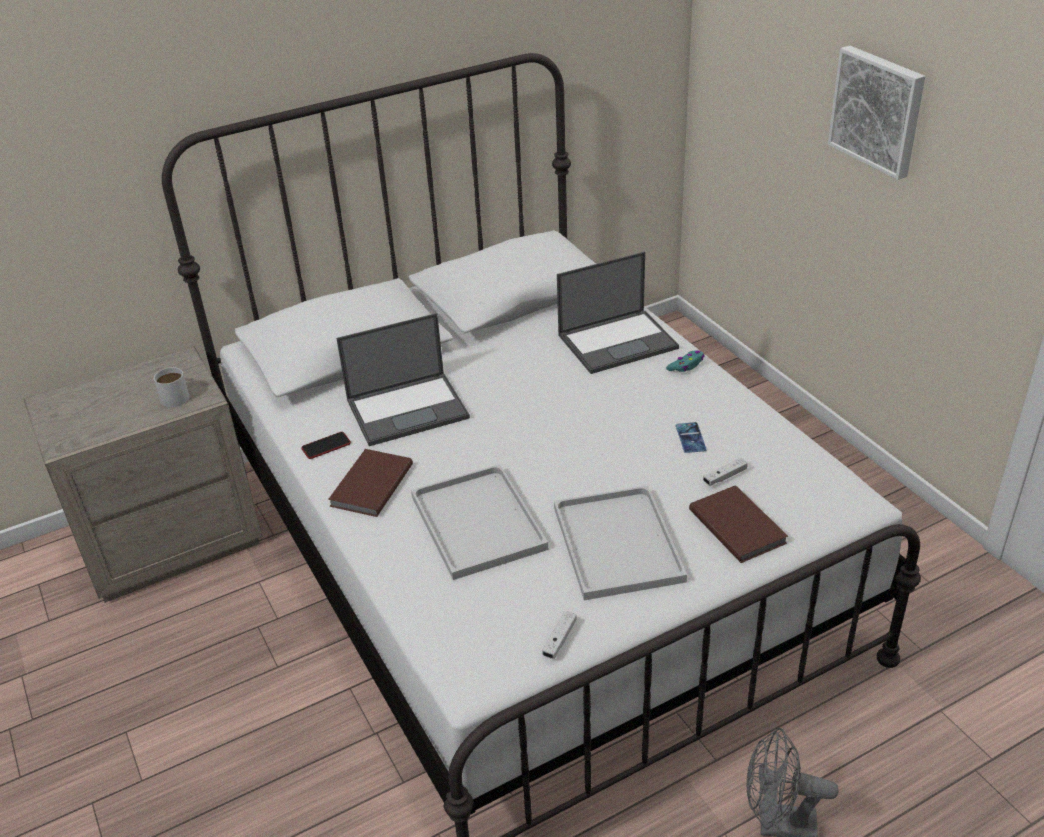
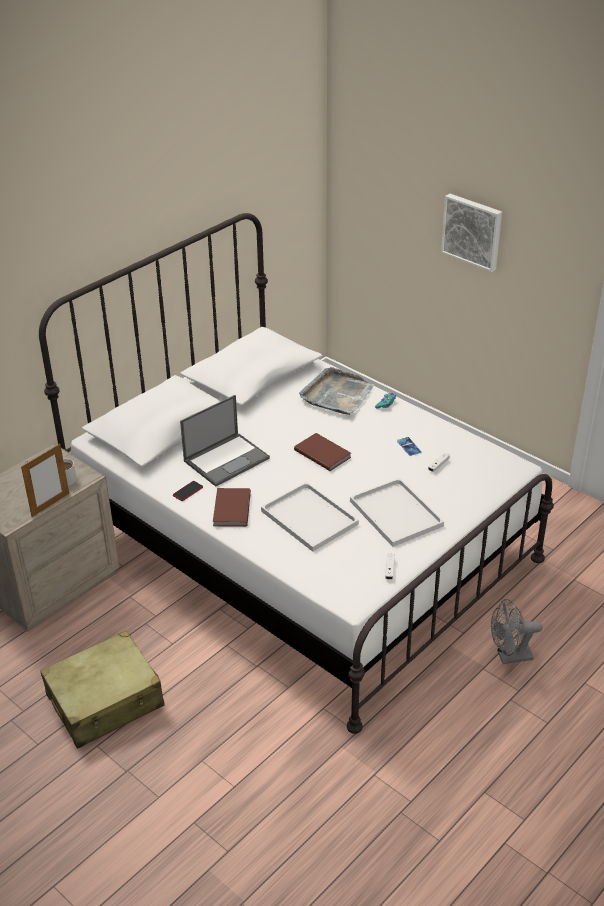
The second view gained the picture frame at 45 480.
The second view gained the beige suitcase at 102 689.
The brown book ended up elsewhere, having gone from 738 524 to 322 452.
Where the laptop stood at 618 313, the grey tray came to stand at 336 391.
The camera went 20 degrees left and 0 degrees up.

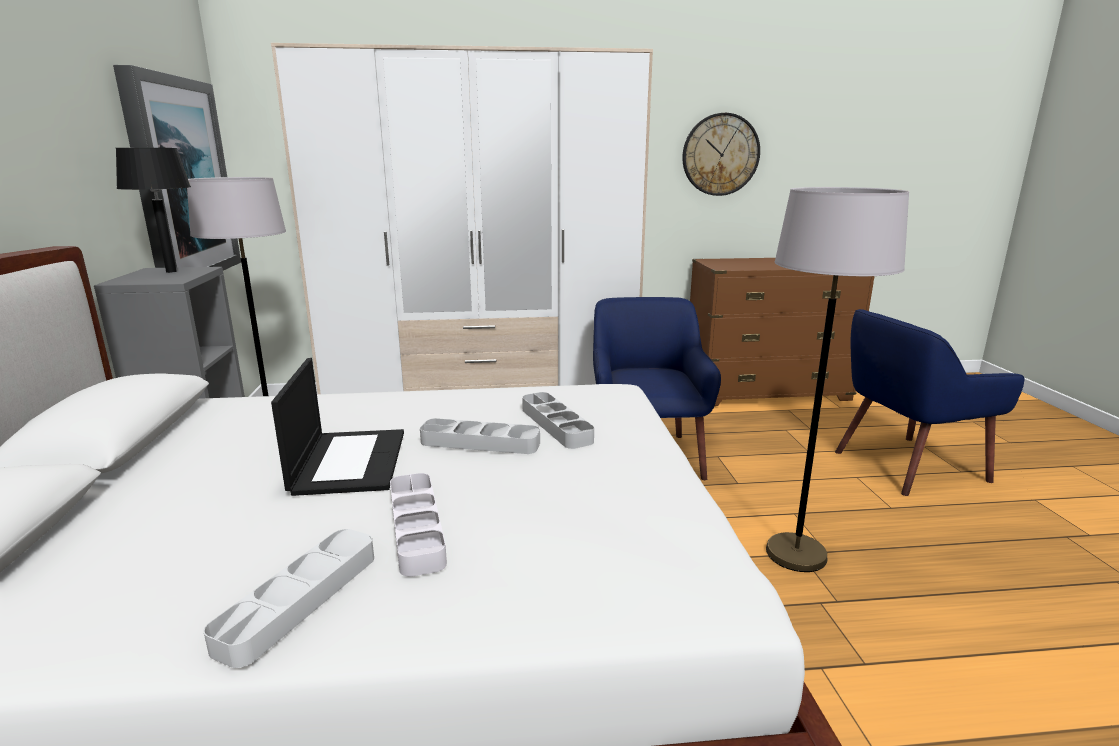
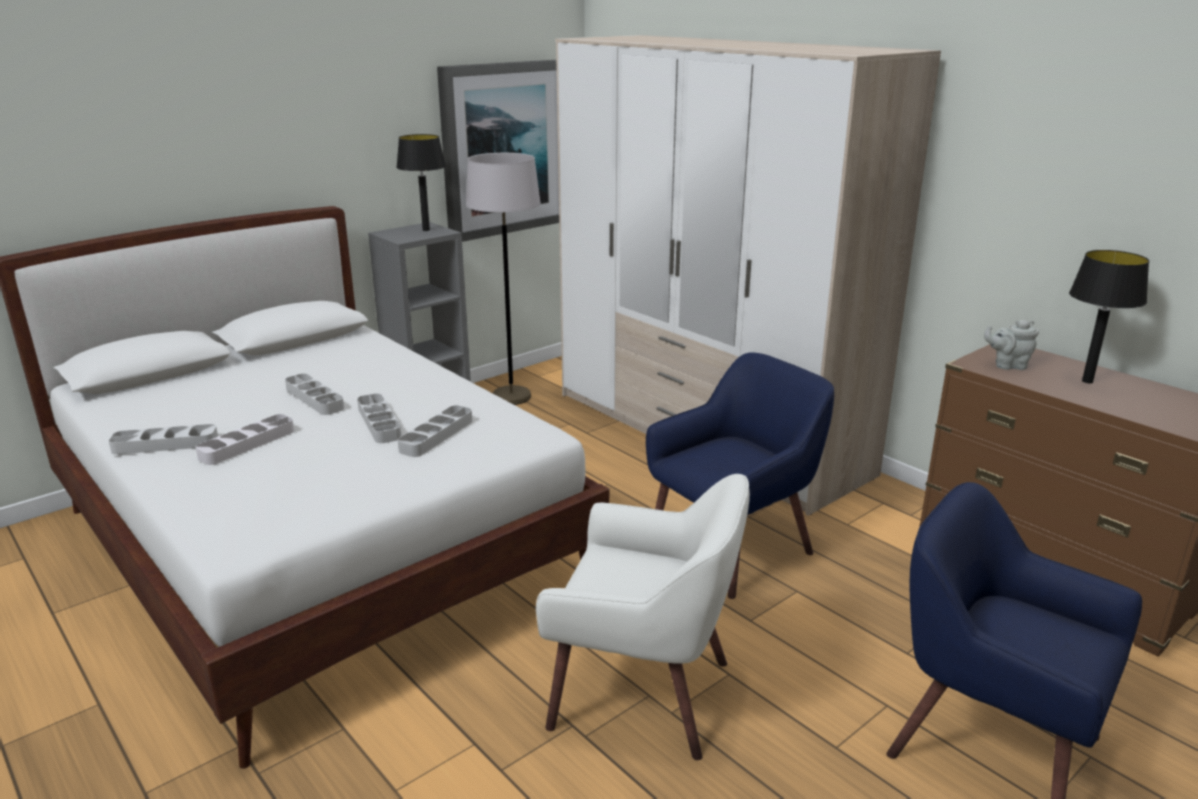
Where the laptop stood at 337 427, the grey tray came to stand at 314 394.
Where the grey floor lamp stood at 837 379, the white armchair came to stand at 643 617.
The second view gained the grey teapot at 1011 345.
The second view gained the black table lamp at 1109 316.
The second view lost the wall clock at 721 154.
The camera went 55 degrees right and 5 degrees up.

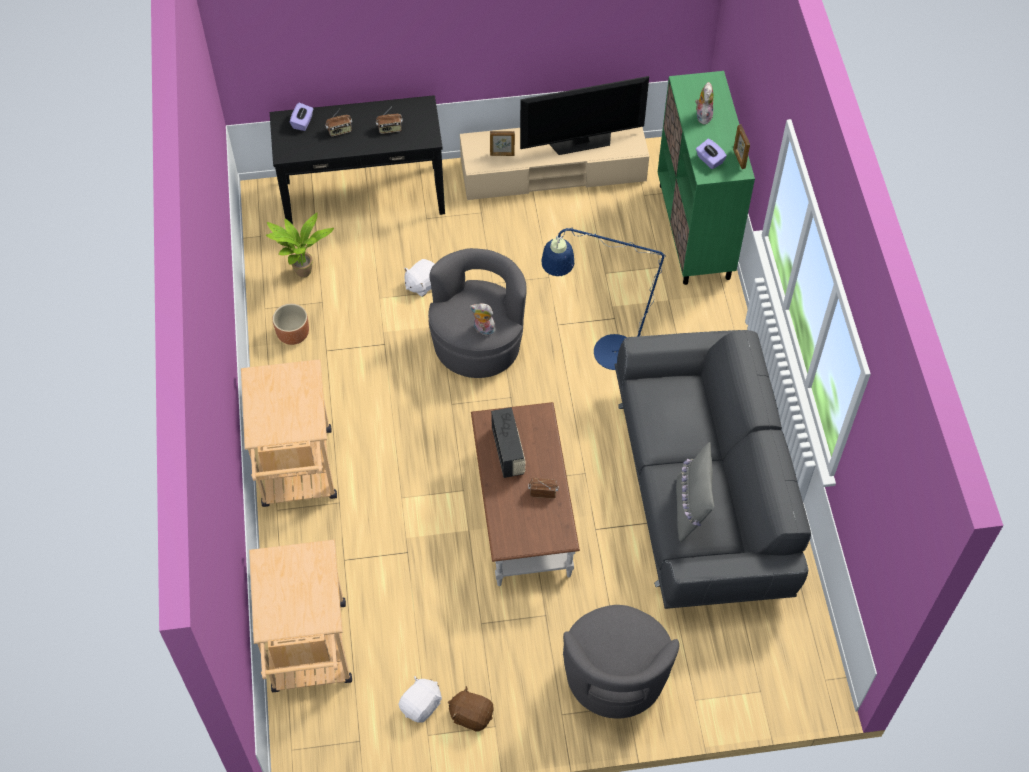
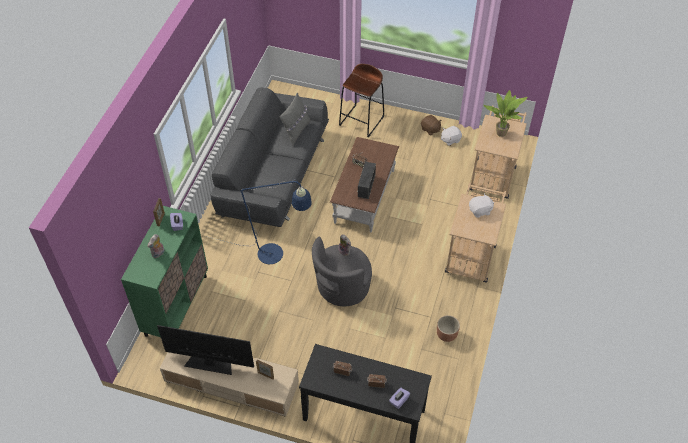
Where the grey armchair stood at 621 662, the brown stool came to stand at 361 101.
The white plush toy ended up elsewhere, having gone from 419 278 to 481 205.
The potted plant ended up elsewhere, having gone from 300 245 to 505 113.
The camera went 155 degrees left and 5 degrees down.

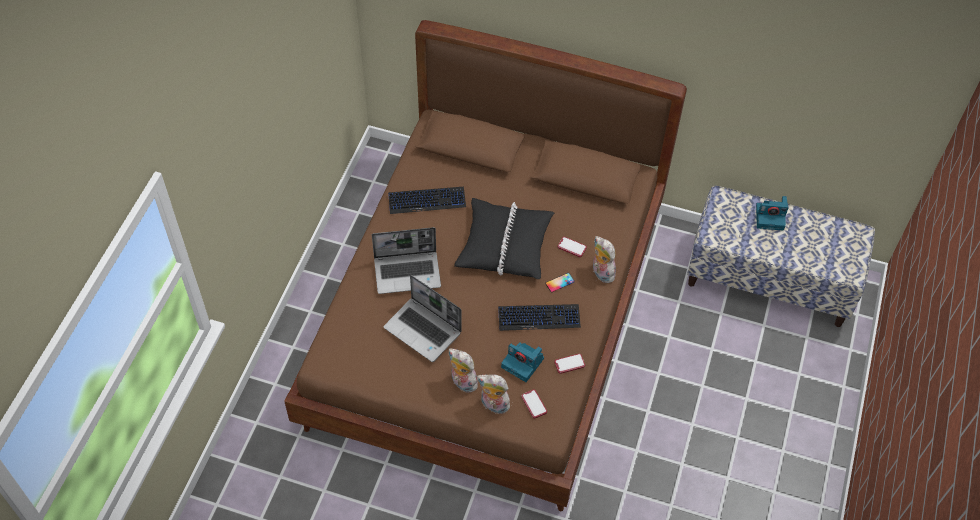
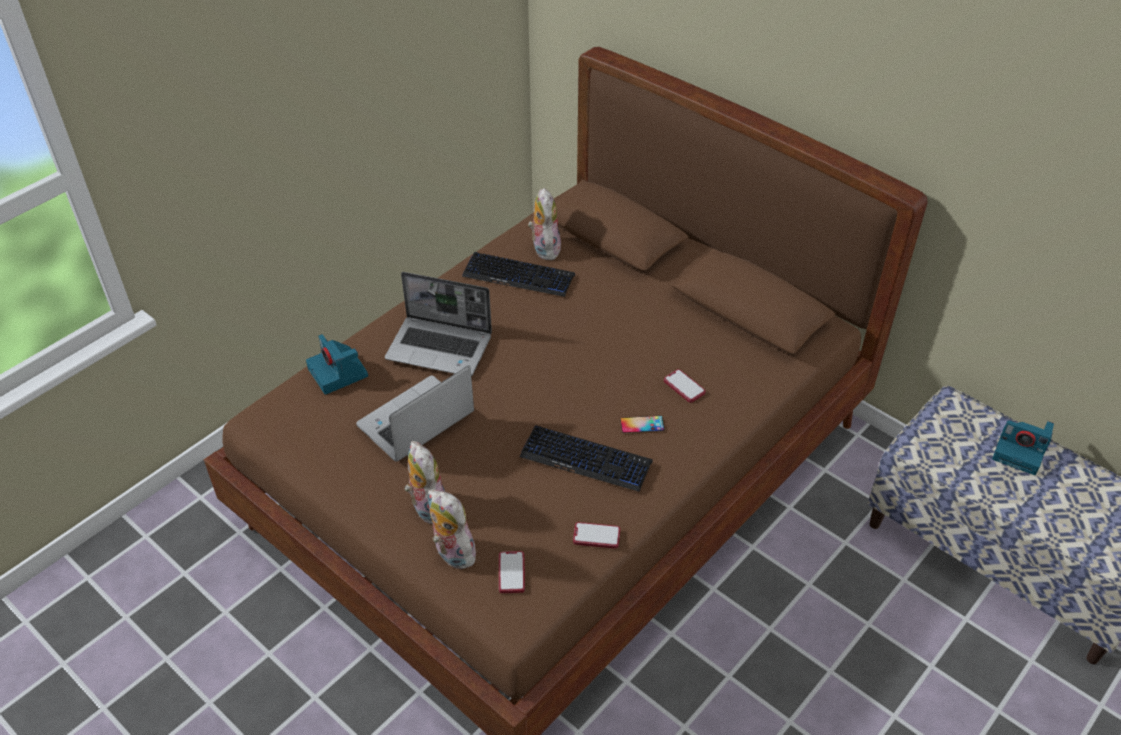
The photo camera ended up elsewhere, having gone from 522 362 to 337 364.
The laptop at 423 318 ended up facing another way, 75 degrees clockwise from before.
The plush toy ended up elsewhere, having gone from 604 259 to 544 224.
The second view lost the black pillow at 504 238.
The camera went 25 degrees right and 10 degrees down.

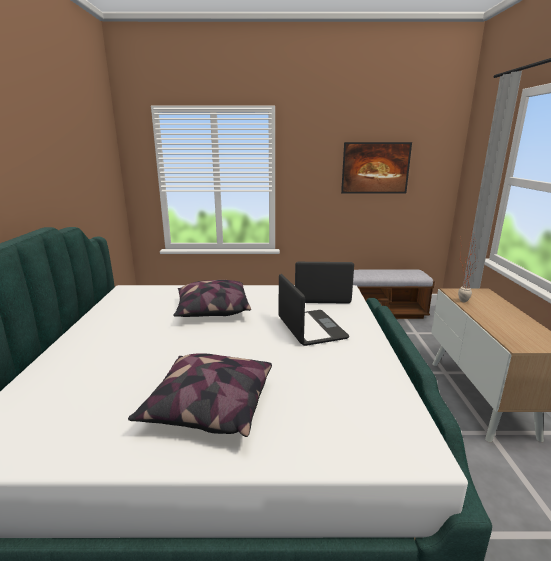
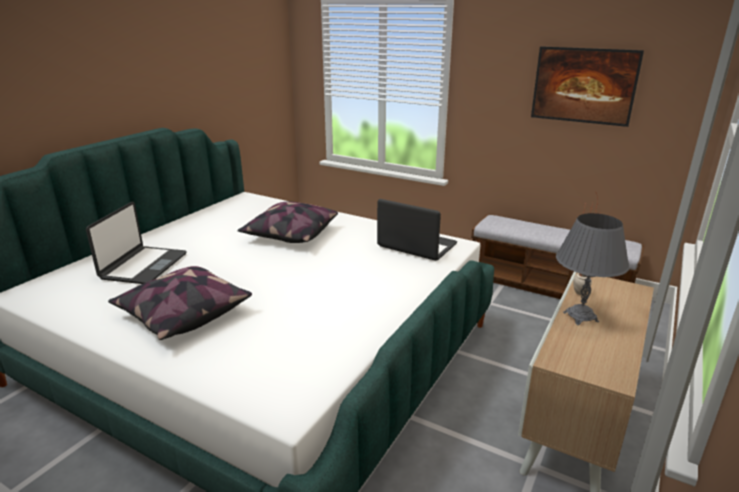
The laptop ended up elsewhere, having gone from 313 310 to 136 243.
The second view gained the grey table lamp at 592 269.
The camera went 30 degrees right and 5 degrees up.

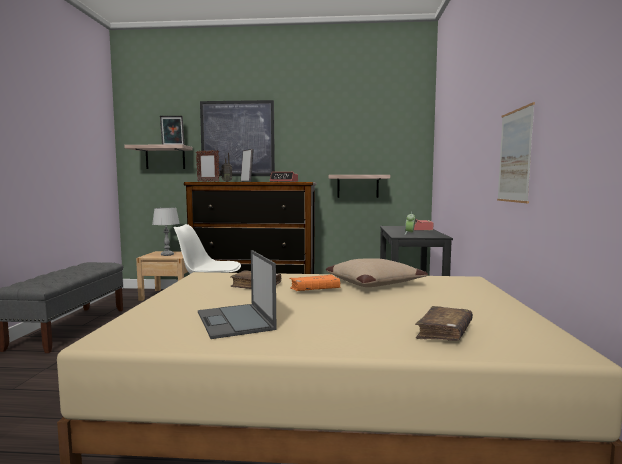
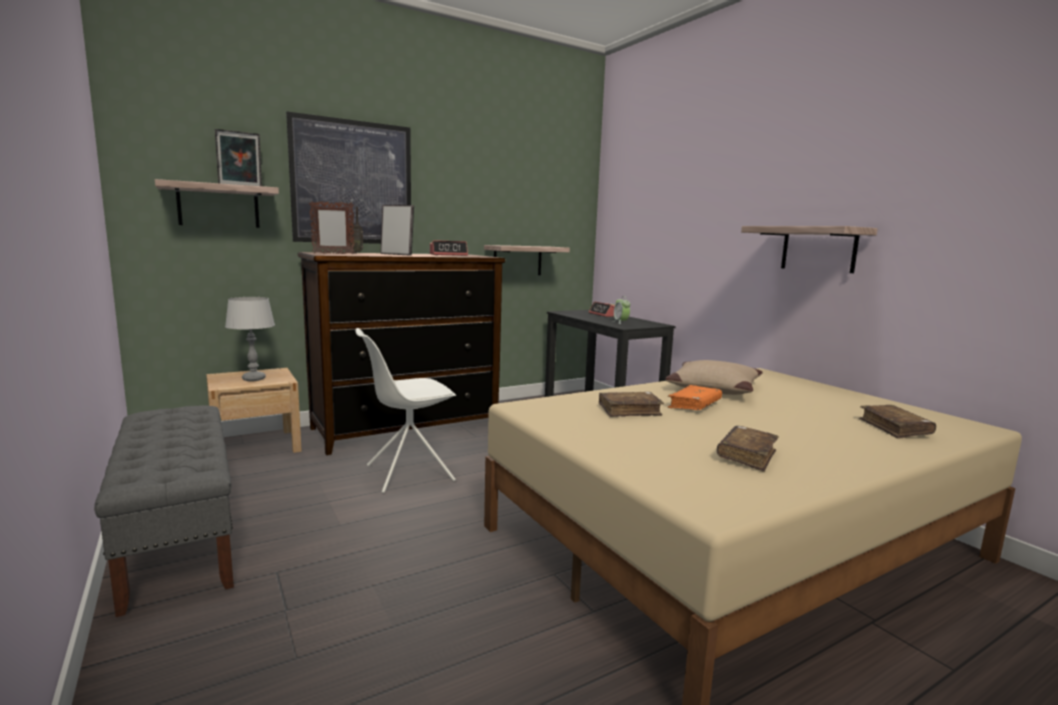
Where the laptop stood at 237 294, the brown book came to stand at 748 449.
Where the picture hung at 516 152, the shelf came to hang at 809 249.
The camera went 35 degrees left and 5 degrees up.

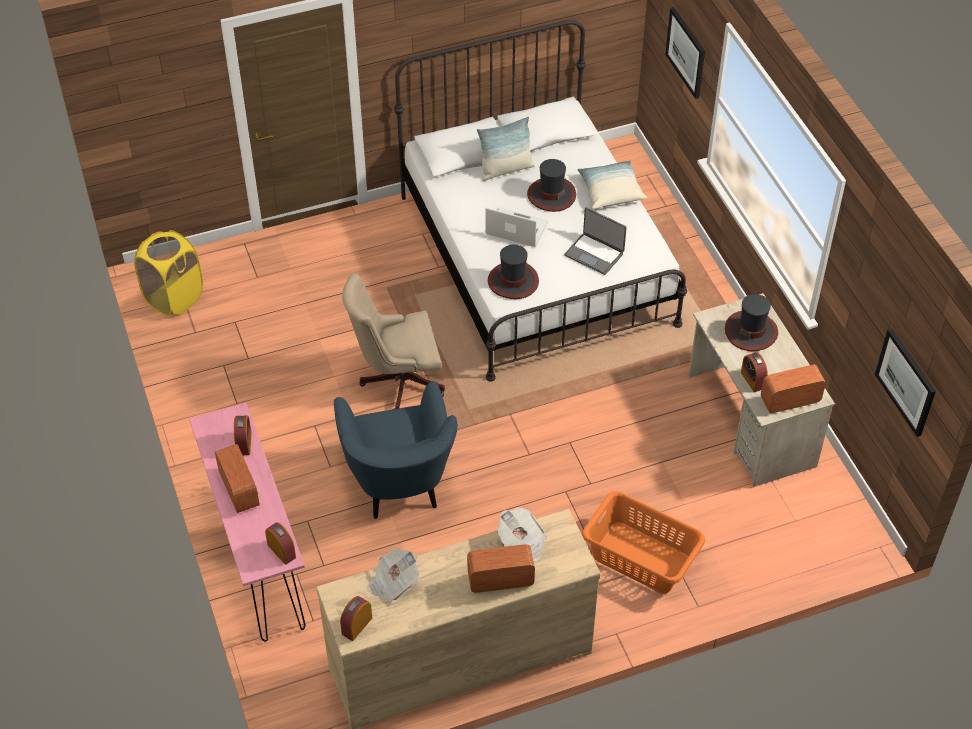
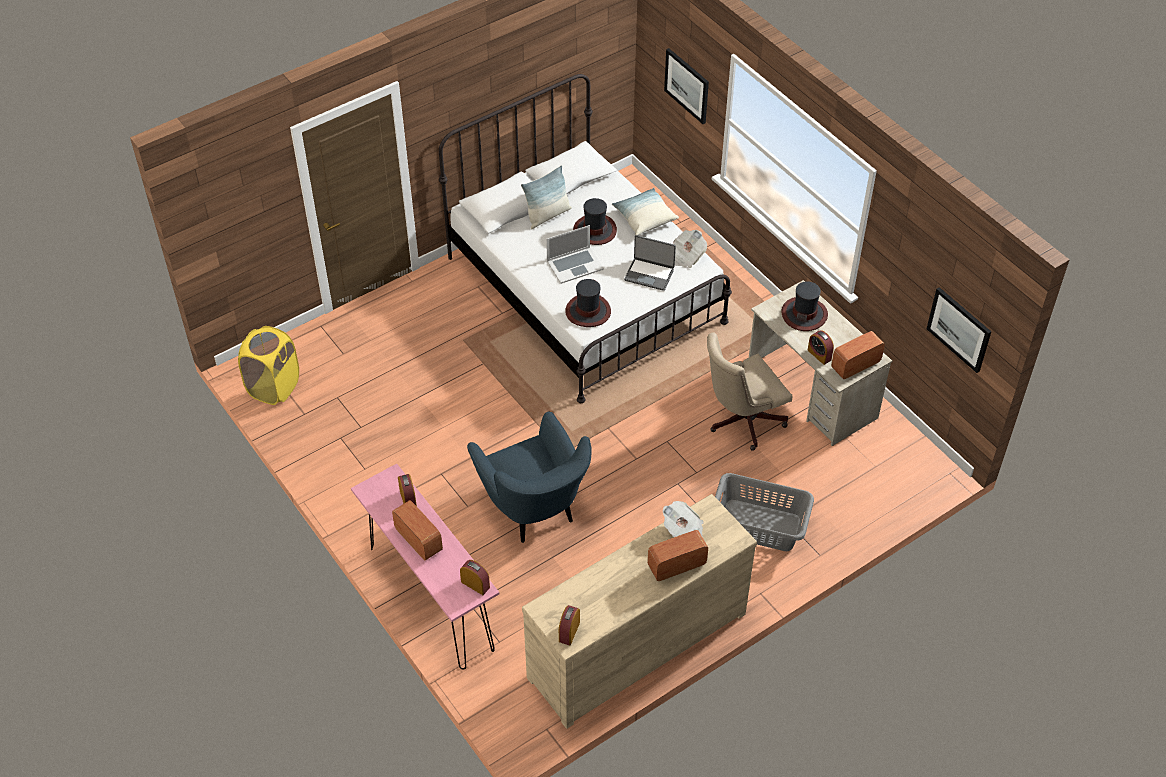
The laptop at 517 227 ended up facing another way, 150 degrees clockwise from before.
The newspaper ended up elsewhere, having gone from 393 576 to 690 249.
The beige office chair ended up elsewhere, having gone from 393 341 to 749 391.
What was the orange laundry basket at 643 542 turned into the grey laundry basket at 764 512.
The camera went 15 degrees left and 0 degrees up.

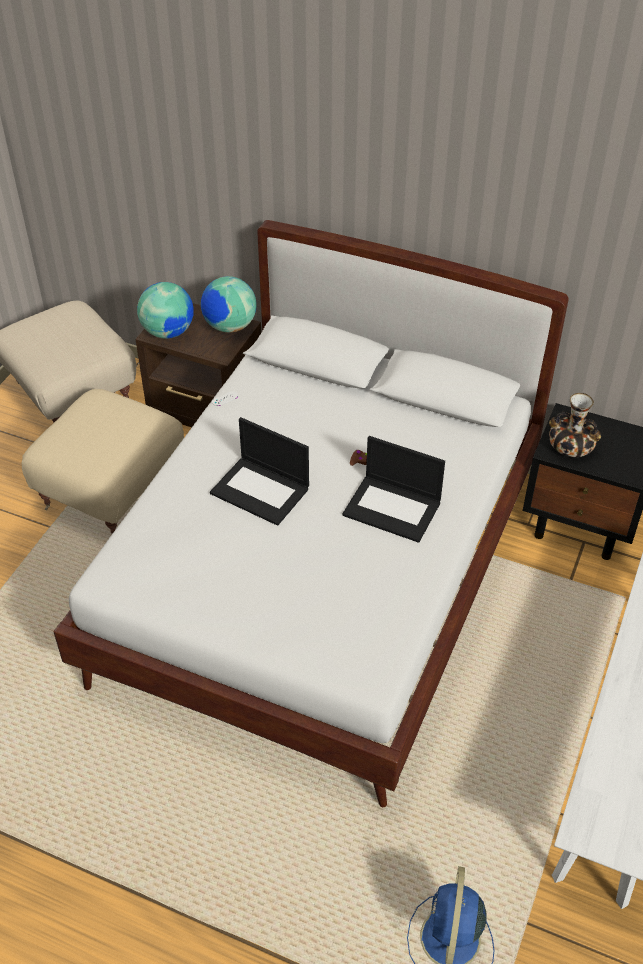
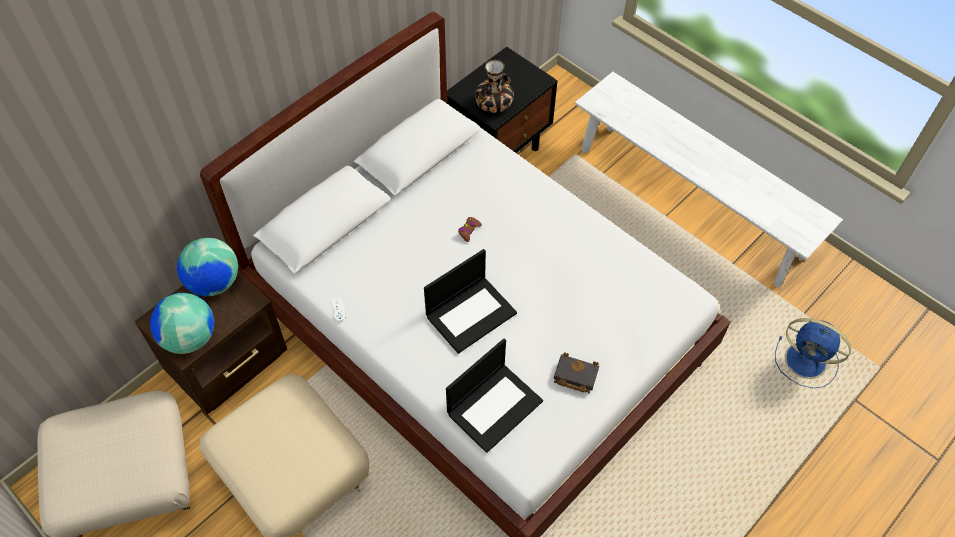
The laptop ended up elsewhere, having gone from 394 489 to 494 396.
The second view gained the black book at 576 372.
The camera went 70 degrees left and 10 degrees up.

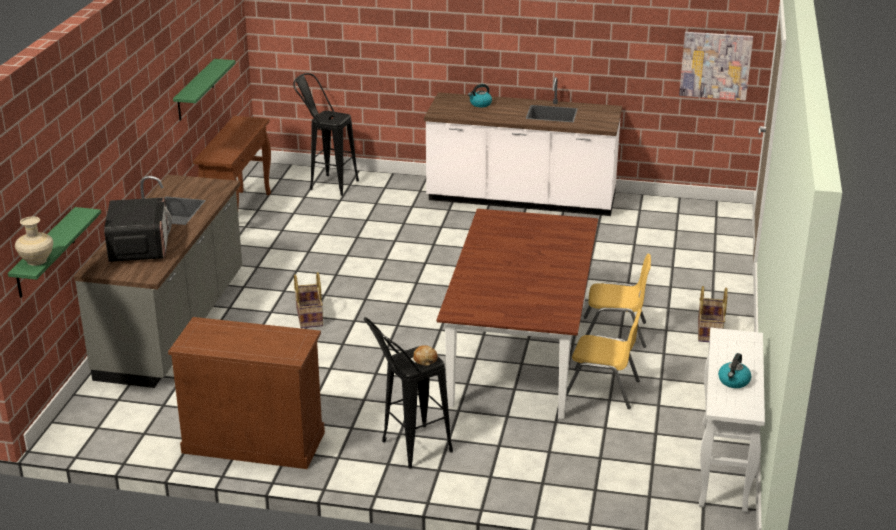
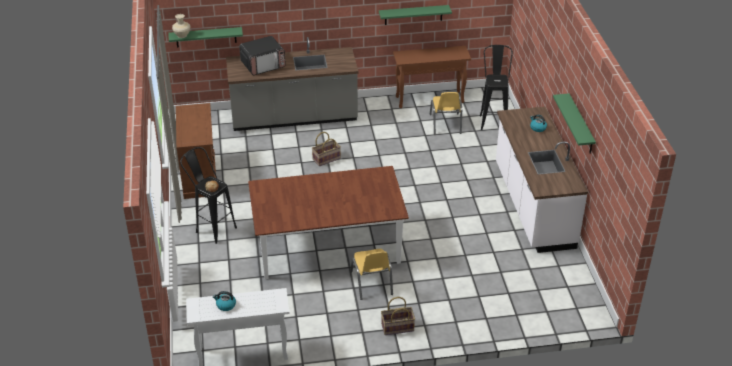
The yellow chair ended up elsewhere, having gone from 604 359 to 445 113.
The second view gained the green shelf at 574 123.
The second view lost the picture at 716 66.
The camera went 70 degrees right and 10 degrees up.

